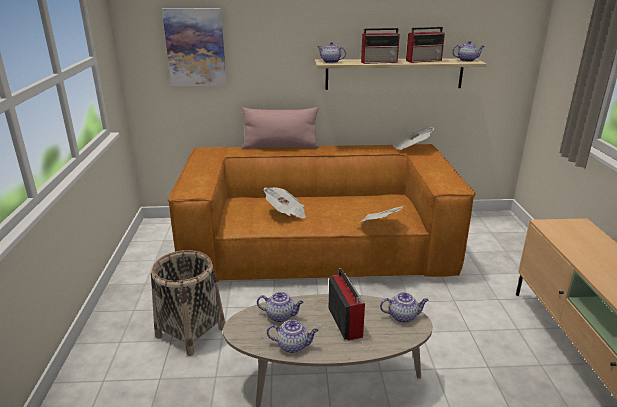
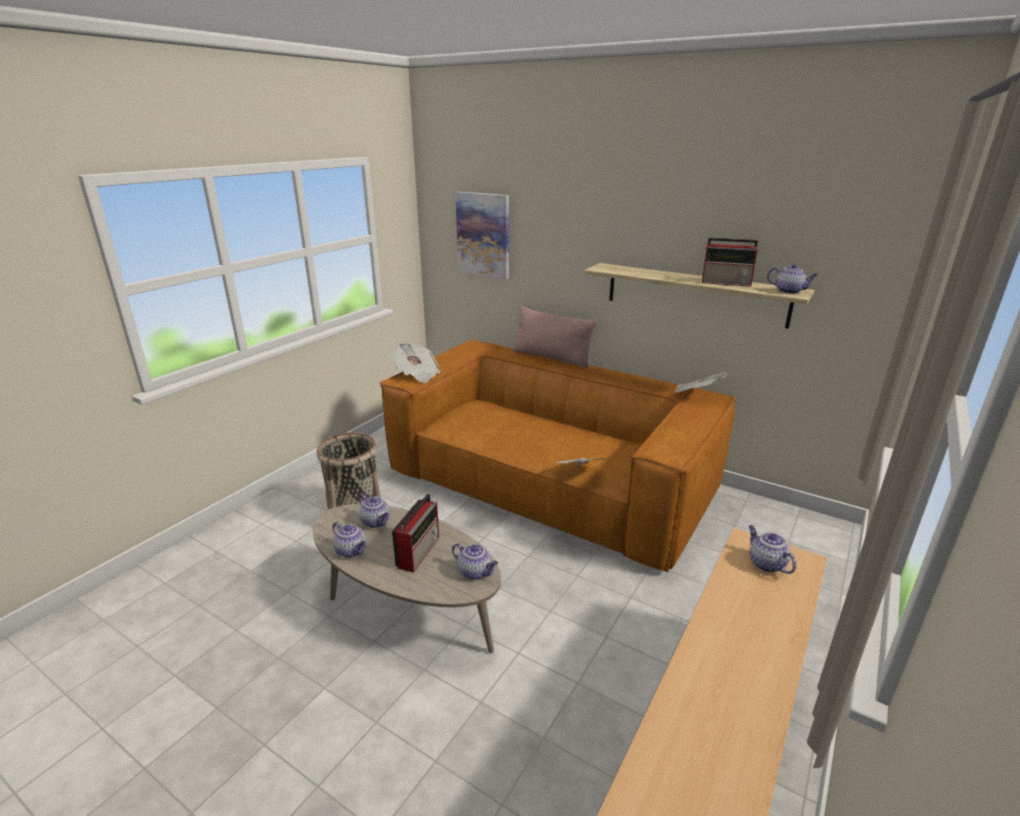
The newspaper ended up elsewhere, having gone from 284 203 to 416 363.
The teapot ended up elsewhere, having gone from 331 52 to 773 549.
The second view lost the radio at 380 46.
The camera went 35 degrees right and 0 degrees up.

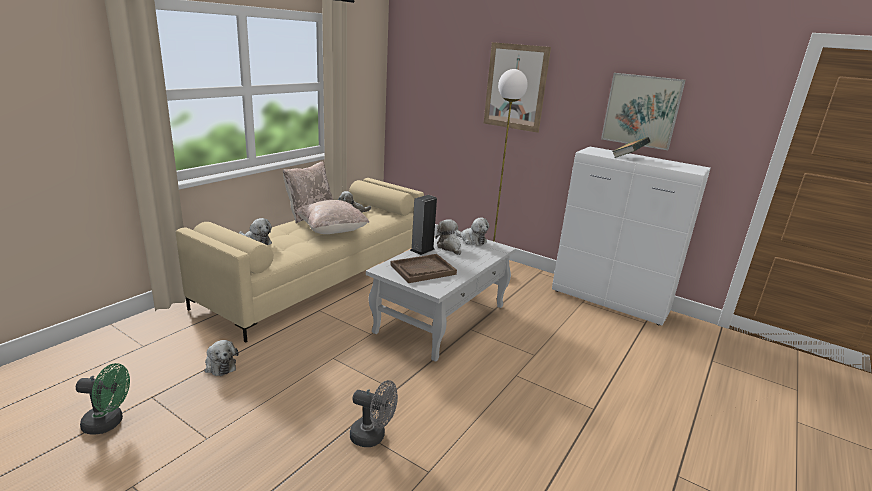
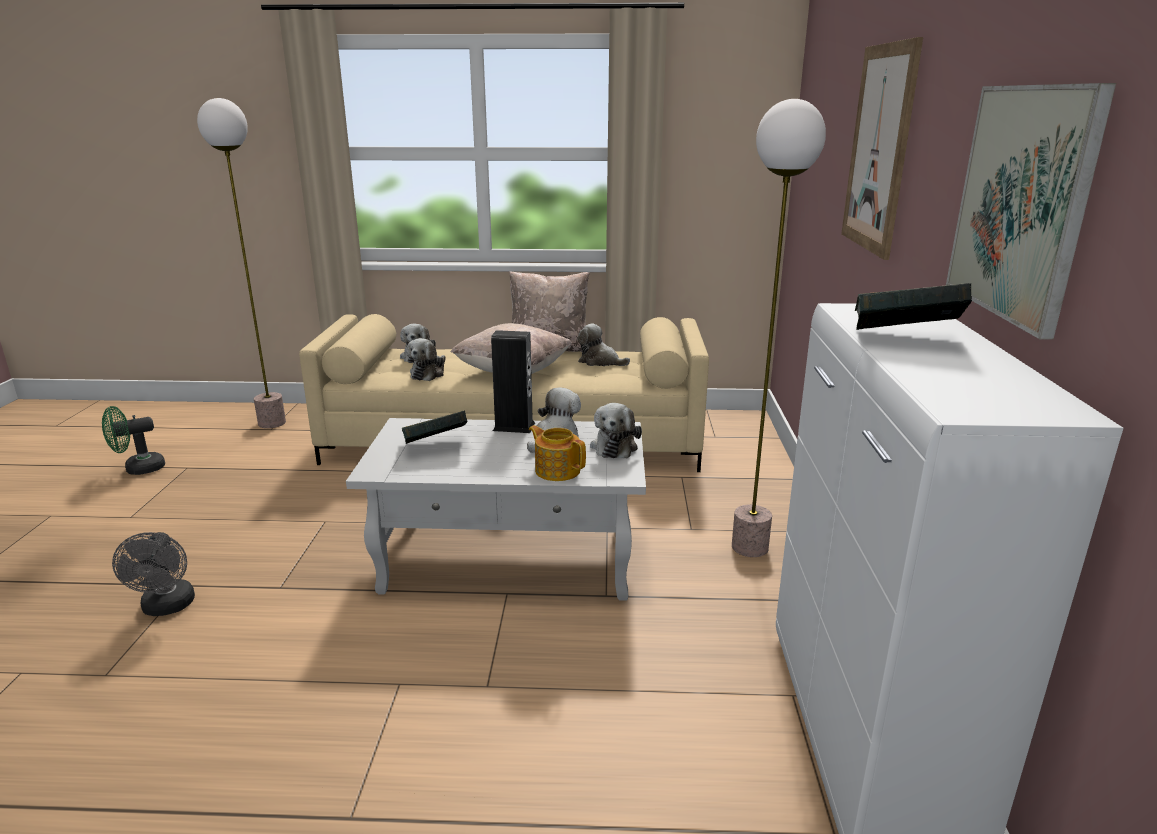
The green fan at 103 399 ended up facing another way, 90 degrees clockwise from before.
The second view gained the floor lamp at 241 263.
Where the brown tray stood at 423 268, the book came to stand at 435 427.
The plush toy ended up elsewhere, having gone from 221 358 to 426 359.
The second view gained the teapot at 557 453.
The camera went 60 degrees right and 0 degrees up.

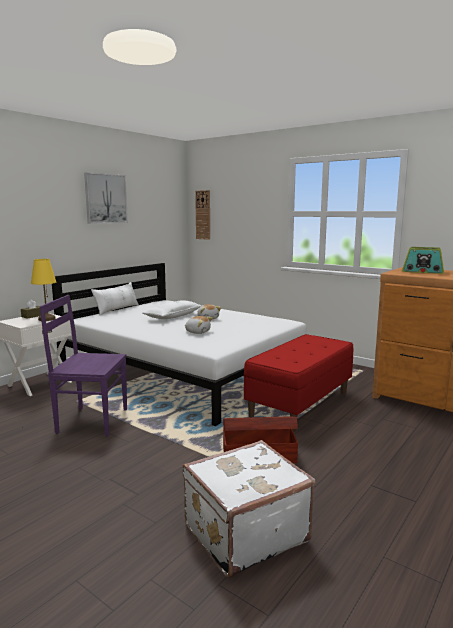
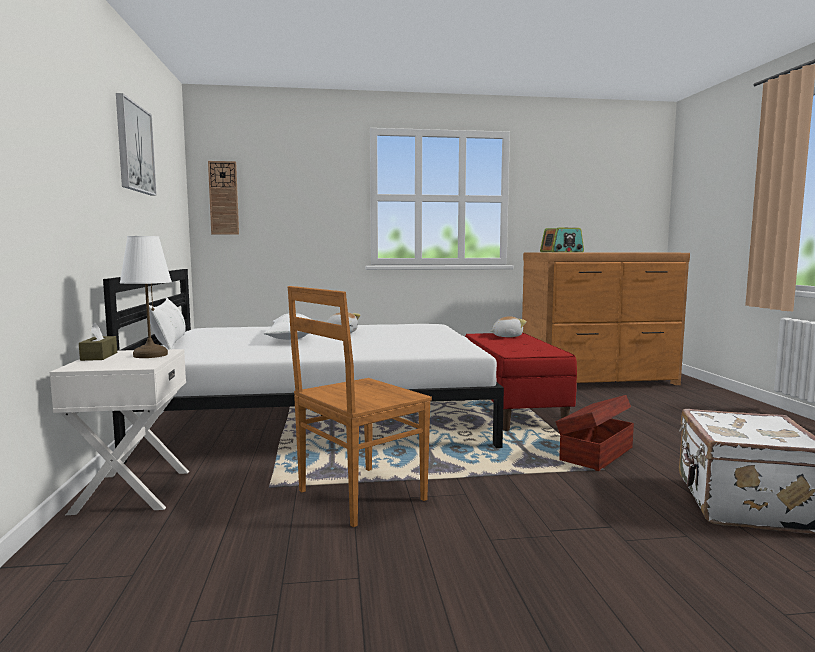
What was the yellow table lamp at 44 290 turned into the white table lamp at 146 297.
What was the purple chair at 83 365 turned into the brown chair at 360 406.
The plush toy ended up elsewhere, having gone from 198 325 to 508 326.
The camera went 45 degrees left and 5 degrees down.

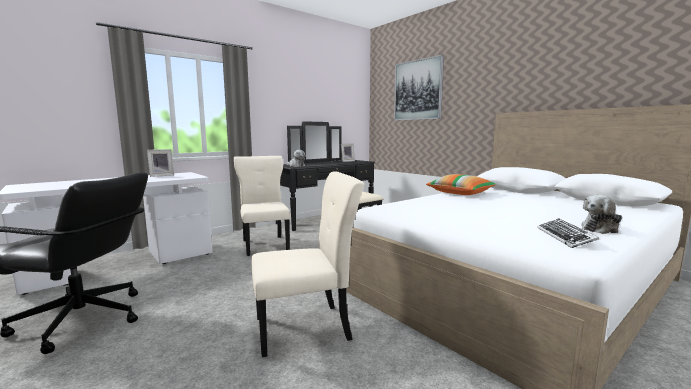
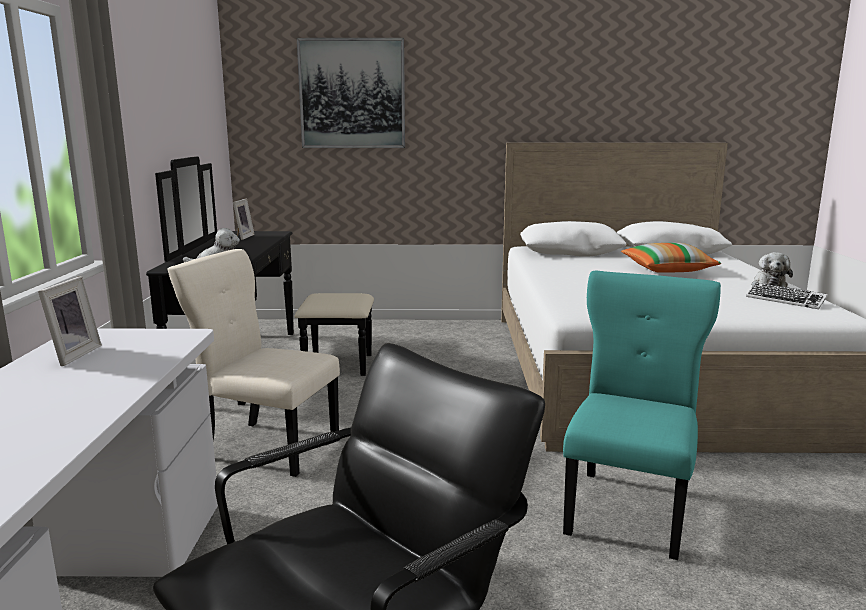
What was the beige chair at 307 264 turned into the turquoise chair at 642 415.
The pillow ended up elsewhere, having gone from 461 184 to 671 258.
The camera went 50 degrees left and 5 degrees up.

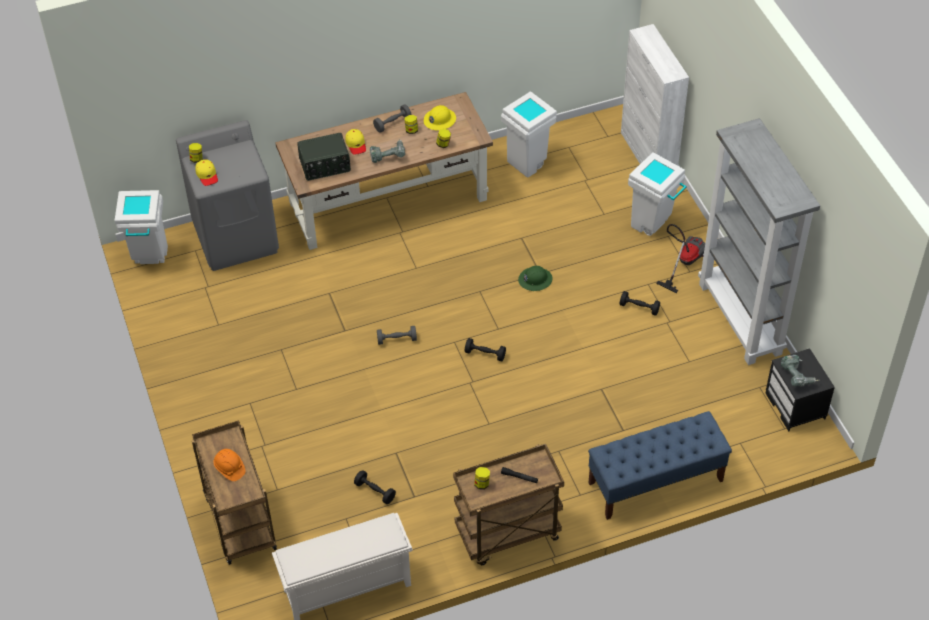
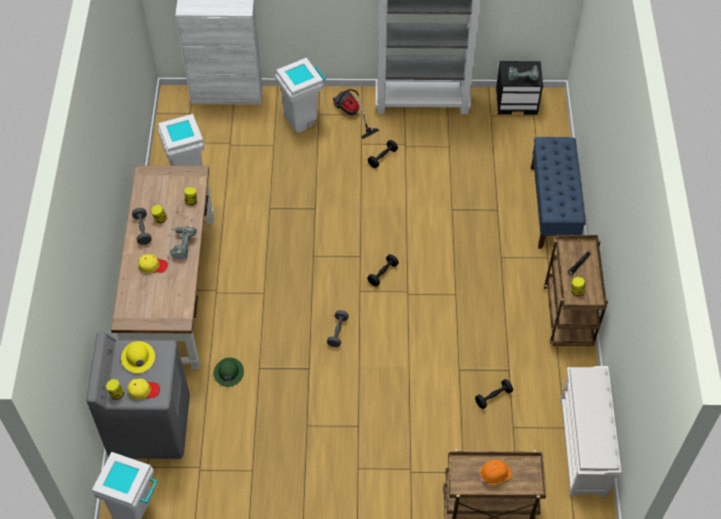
The yellow hard hat ended up elsewhere, having gone from 440 117 to 138 357.
The green hard hat ended up elsewhere, having gone from 535 278 to 228 372.
The second view lost the radio at 324 157.
The camera went 70 degrees left and 5 degrees up.

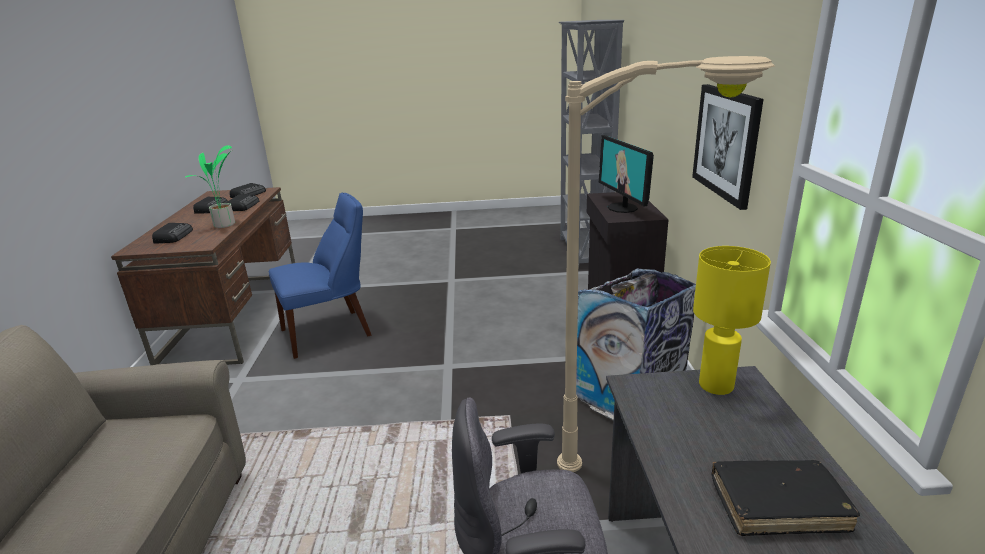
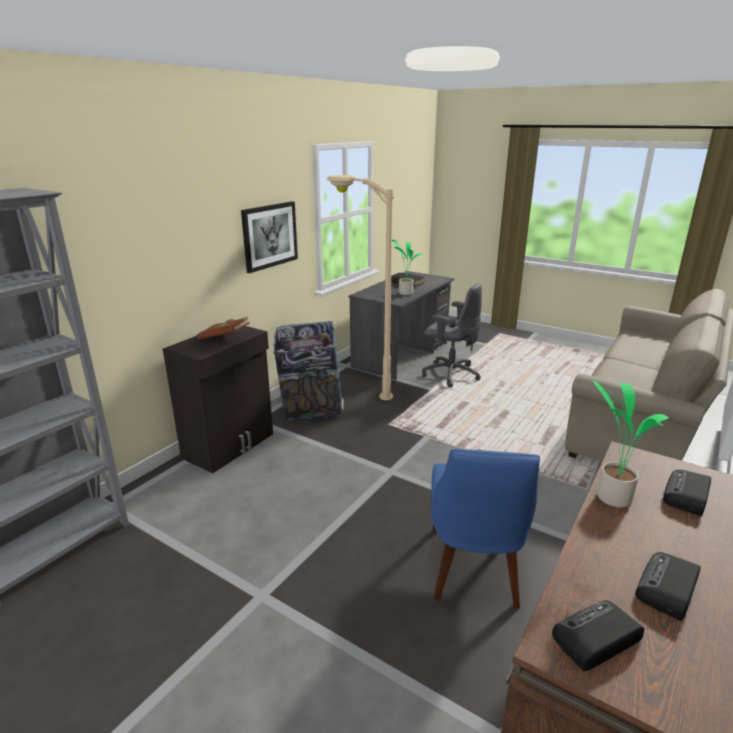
Where the monitor stood at 626 174, the brown book came to stand at 223 328.
The second view gained the potted plant at 407 267.
The blue chair at 320 276 ended up facing another way, 90 degrees counterclockwise from before.
The second view lost the radio at 242 202.
The second view lost the yellow table lamp at 732 320.
The camera went 145 degrees left and 0 degrees up.

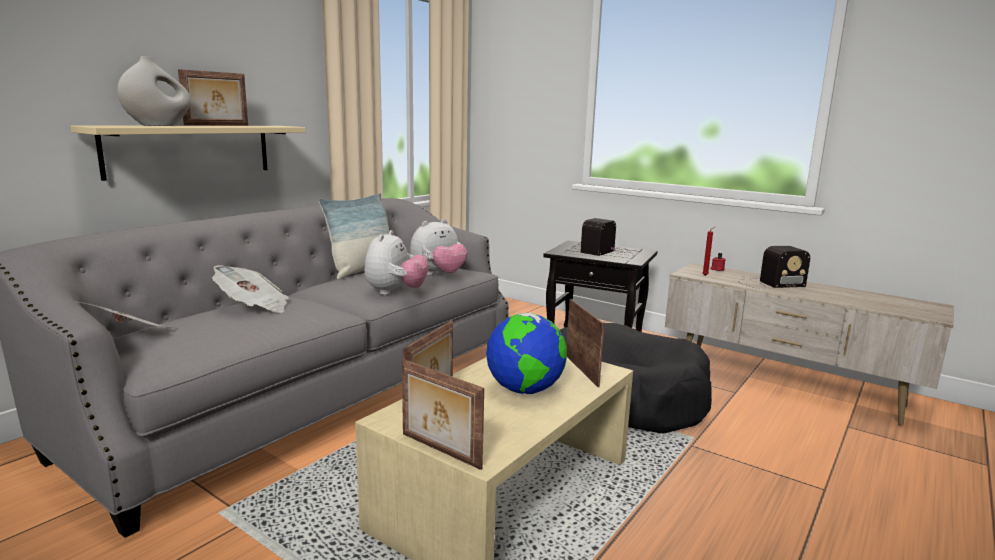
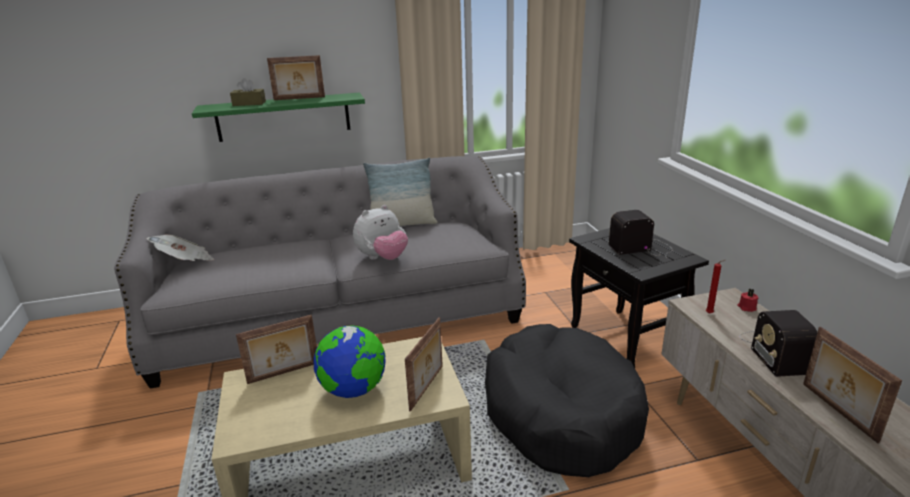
What was the beige shelf at 187 153 turned into the green shelf at 278 117.
Where the white vase stood at 154 91, the brown tissue box came to stand at 248 92.
The radio at 774 267 ended up facing another way, 60 degrees clockwise from before.
The picture frame ended up elsewhere, having gone from 443 414 to 852 385.
The second view lost the newspaper at 250 289.
The second view lost the plush toy at 438 247.
The camera went 40 degrees right and 10 degrees up.

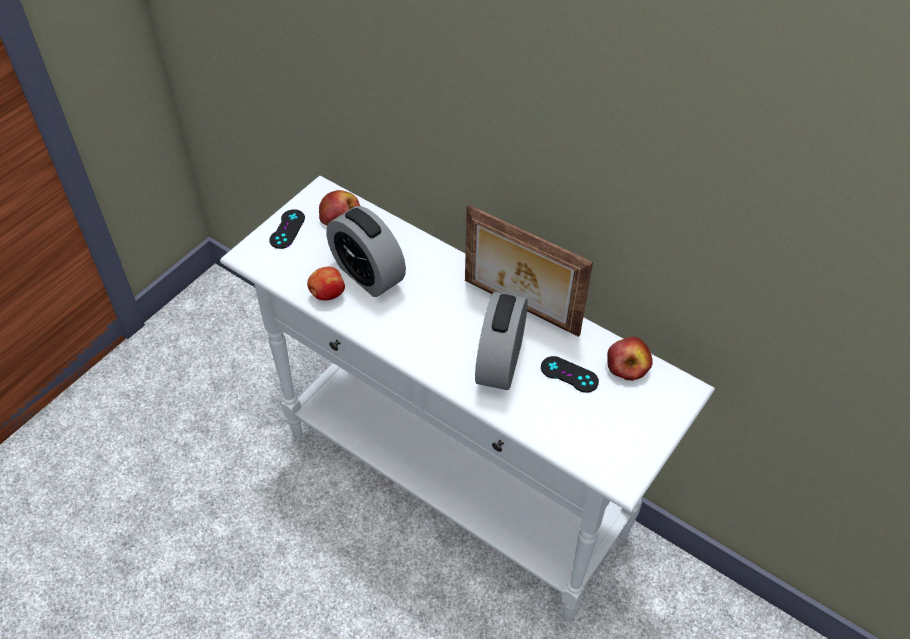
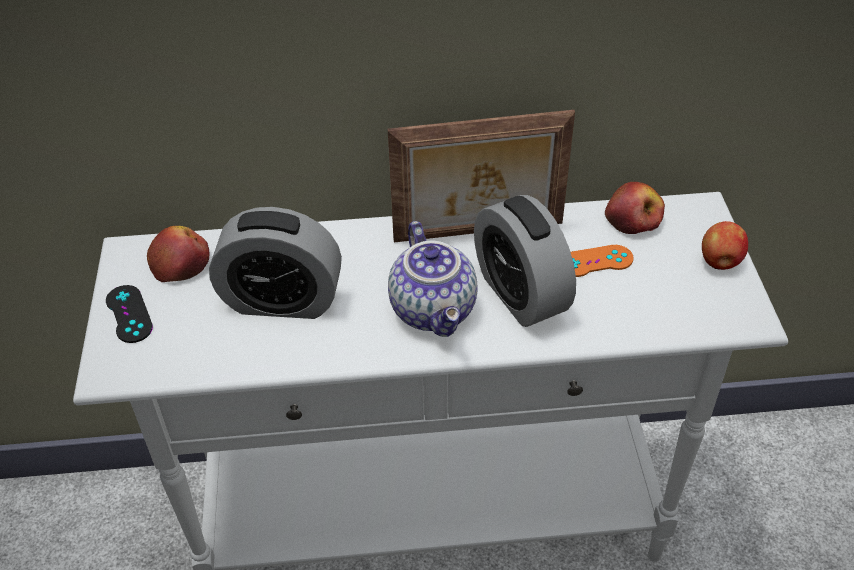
The second view gained the teapot at 433 279.
What was the black game controller at 570 374 turned into the orange game controller at 602 261.
The apple ended up elsewhere, having gone from 326 283 to 725 245.
The camera went 40 degrees left and 5 degrees down.

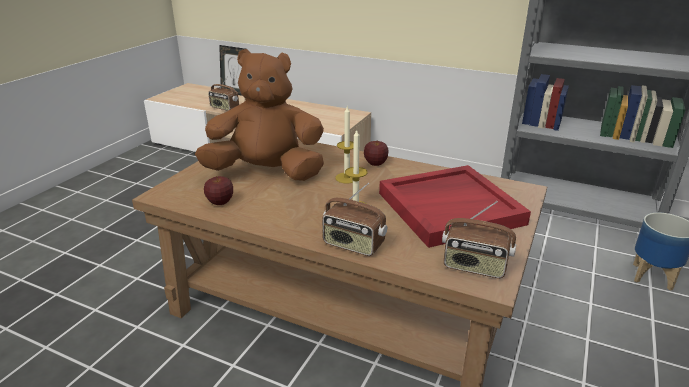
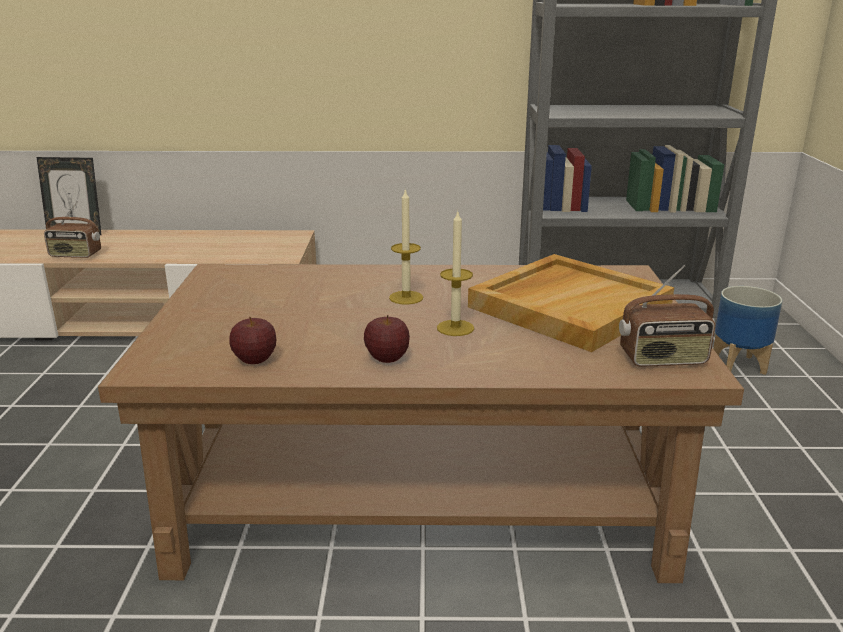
The apple ended up elsewhere, having gone from 376 153 to 387 339.
What was the red tray at 455 206 turned into the beige tray at 571 303.
The second view lost the brown plush toy at 259 115.
The second view lost the radio at 354 219.
The camera went 25 degrees left and 5 degrees down.

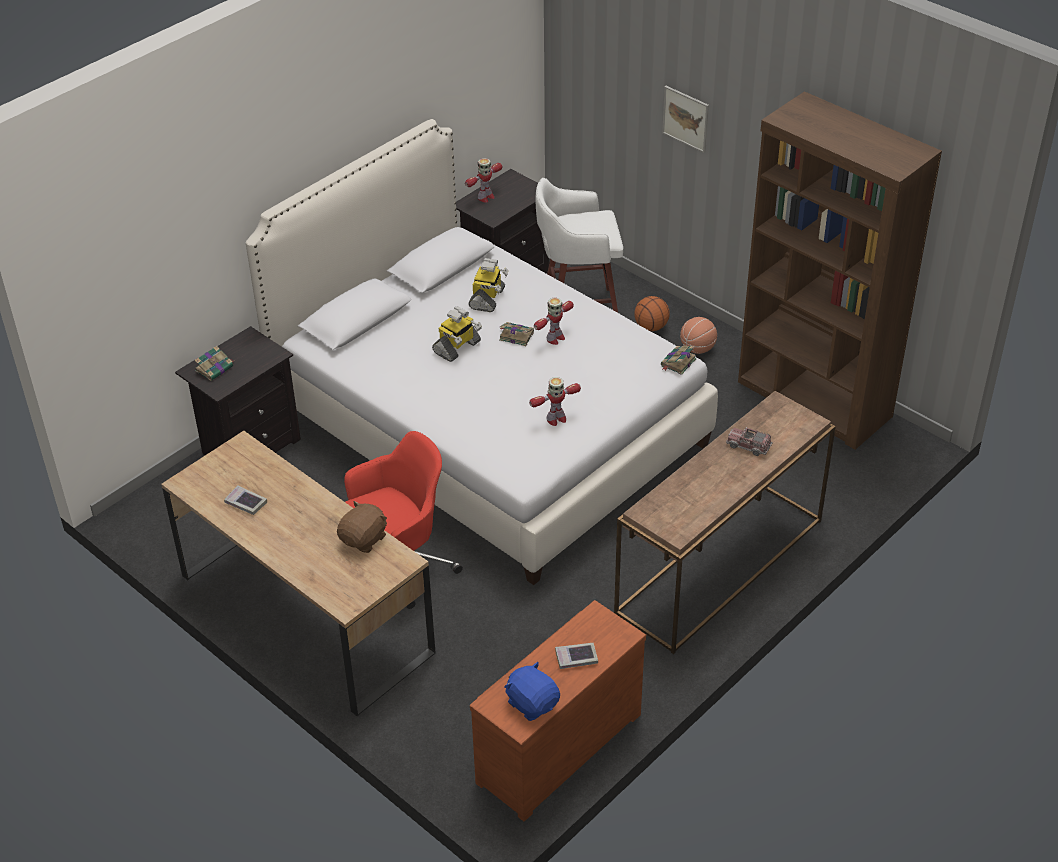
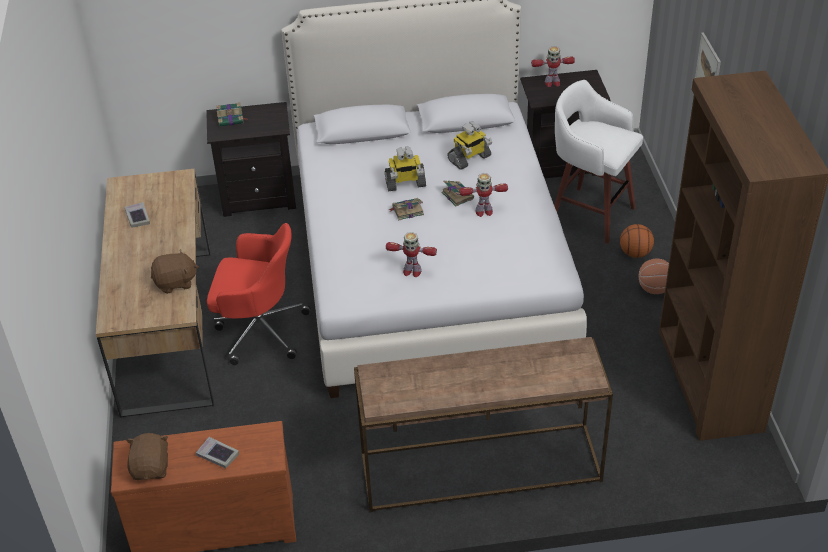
What was the blue plush toy at 532 691 turned into the brown plush toy at 147 456.
The book ended up elsewhere, having gone from 679 360 to 406 209.
The second view lost the toy truck at 749 441.
The camera went 40 degrees right and 0 degrees up.

